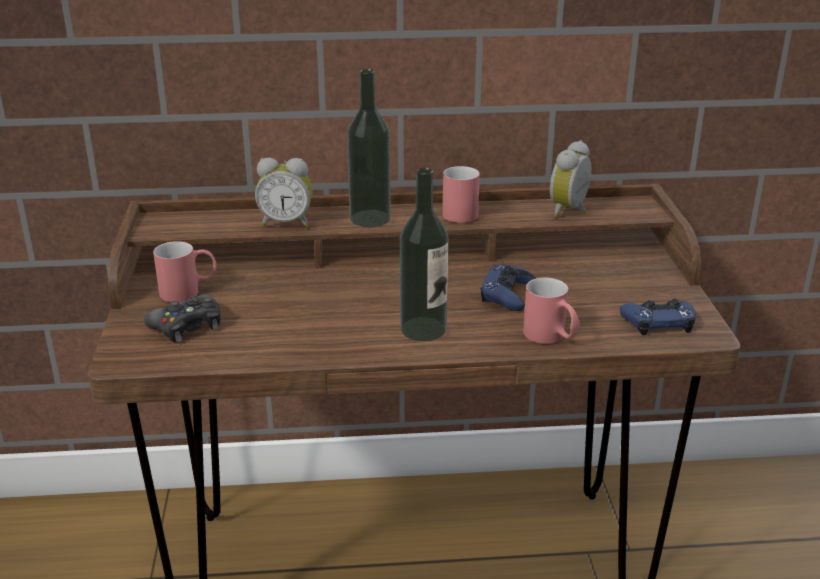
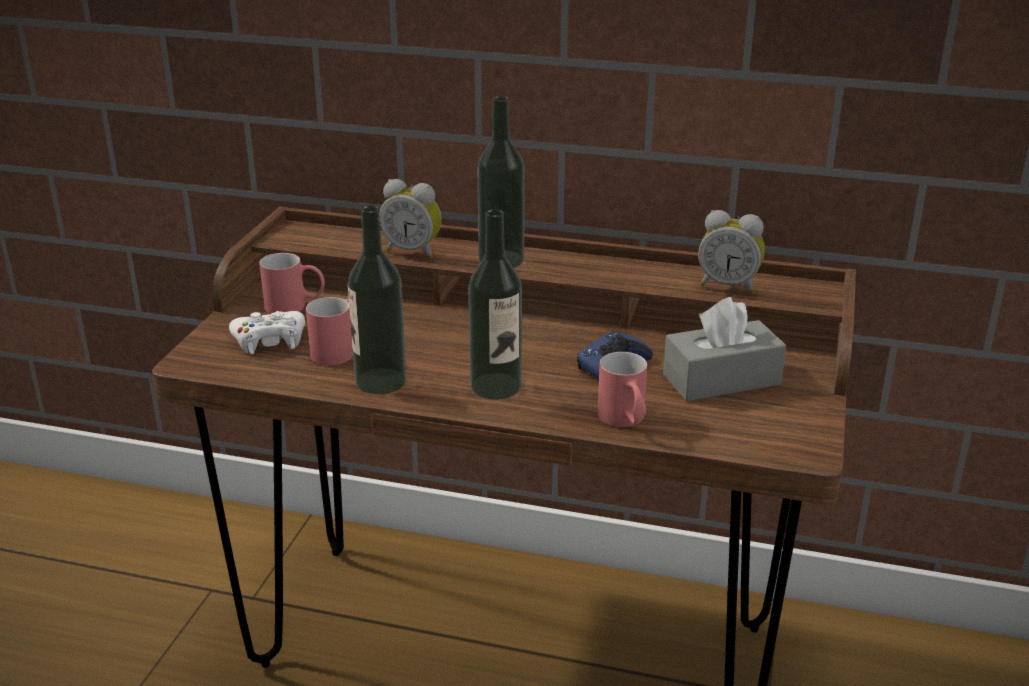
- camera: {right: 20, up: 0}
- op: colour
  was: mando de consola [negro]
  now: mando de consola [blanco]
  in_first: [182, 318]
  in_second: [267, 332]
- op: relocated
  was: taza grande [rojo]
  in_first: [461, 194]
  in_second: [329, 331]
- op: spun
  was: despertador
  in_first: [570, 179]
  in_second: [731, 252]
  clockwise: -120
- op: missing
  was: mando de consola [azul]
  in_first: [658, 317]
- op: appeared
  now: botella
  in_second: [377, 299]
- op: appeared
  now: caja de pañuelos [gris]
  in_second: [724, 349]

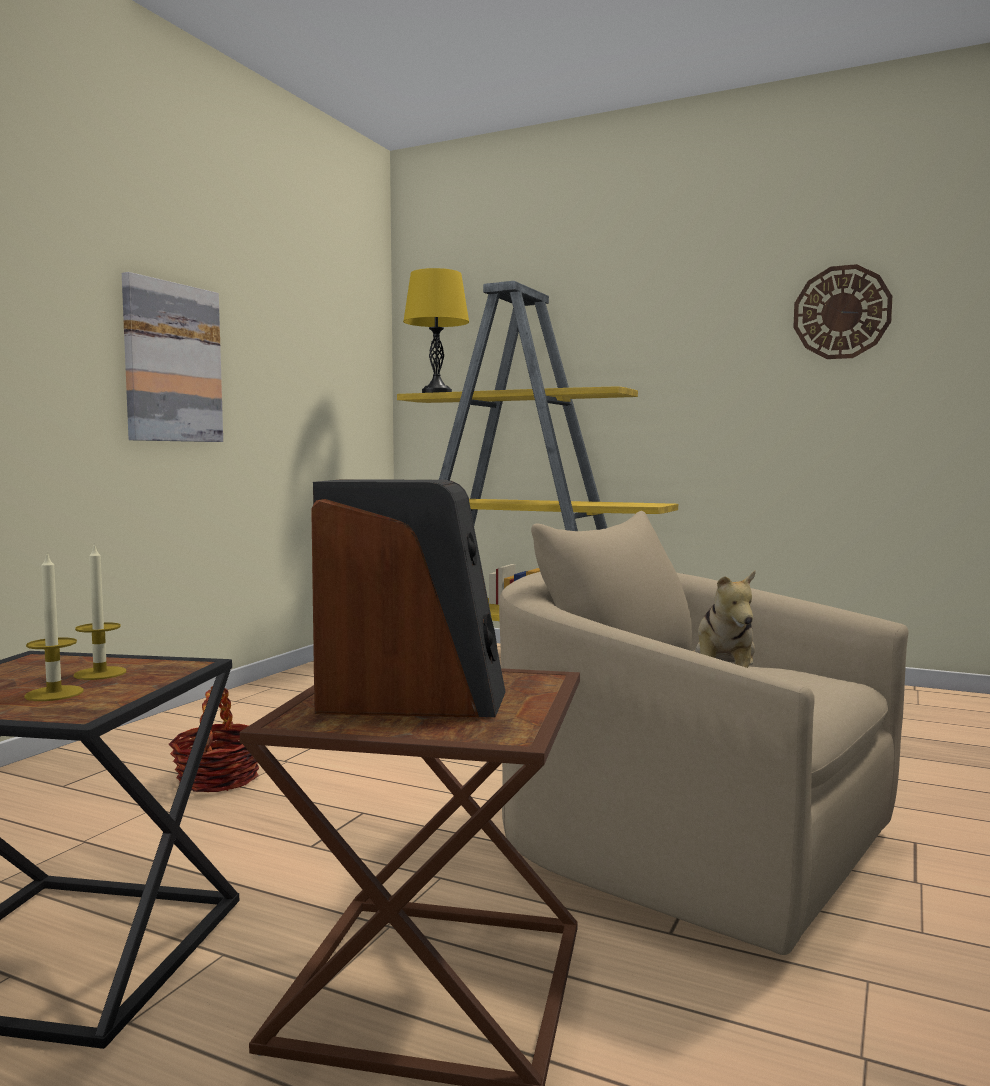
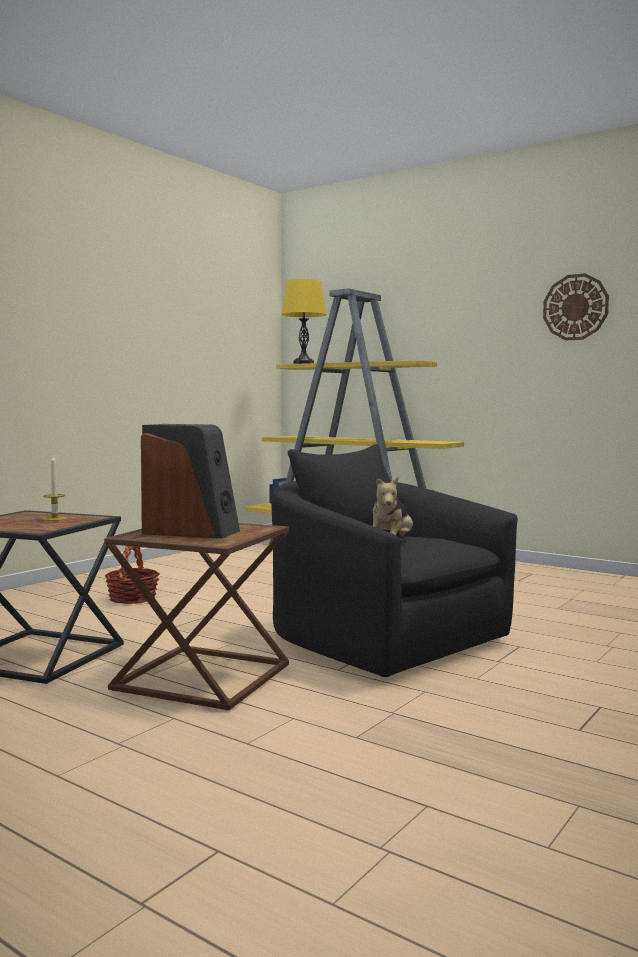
- camera: {right: 10, up: 0}
- op: missing
  was: vela
  in_first: [54, 626]
- op: missing
  was: cuadro
  in_first: [172, 357]
- op: colour
  was: sillón [beis]
  now: sillón [negro]
  in_first: [703, 733]
  in_second: [394, 560]

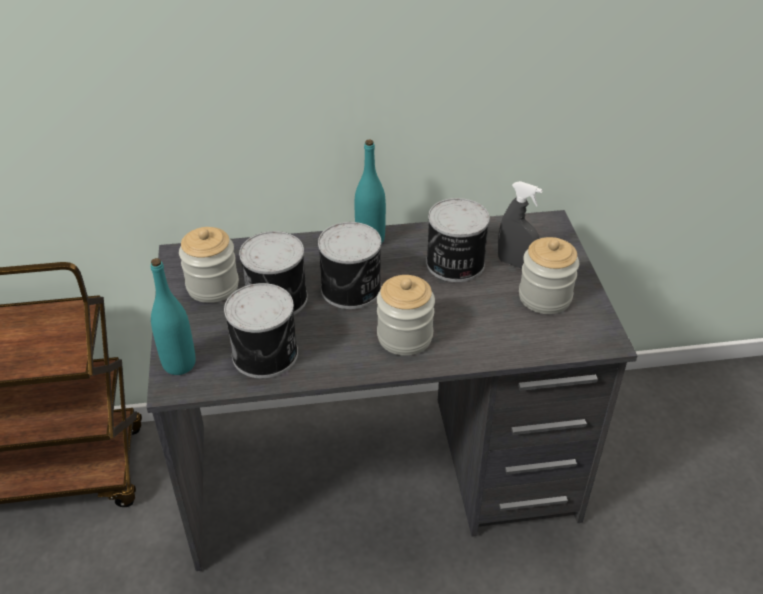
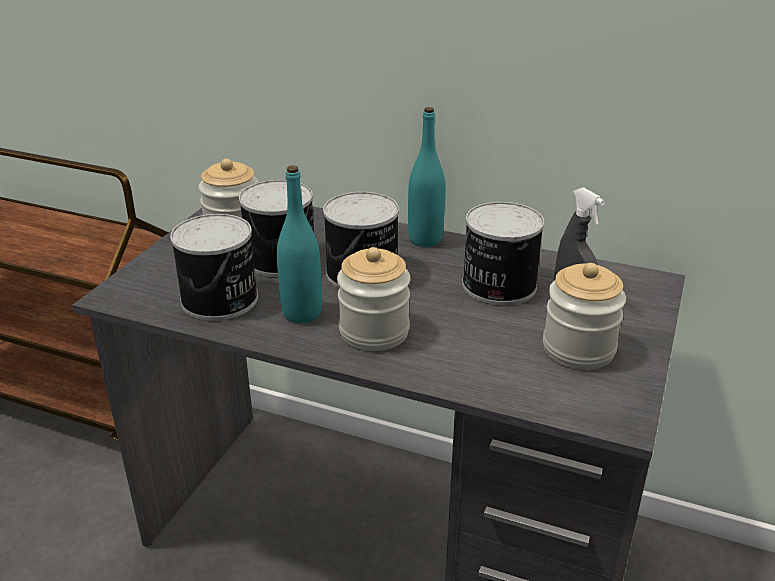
- camera: {right: 30, up: -10}
- op: relocated
  was: botella [turquesa]
  in_first: [173, 316]
  in_second: [299, 244]

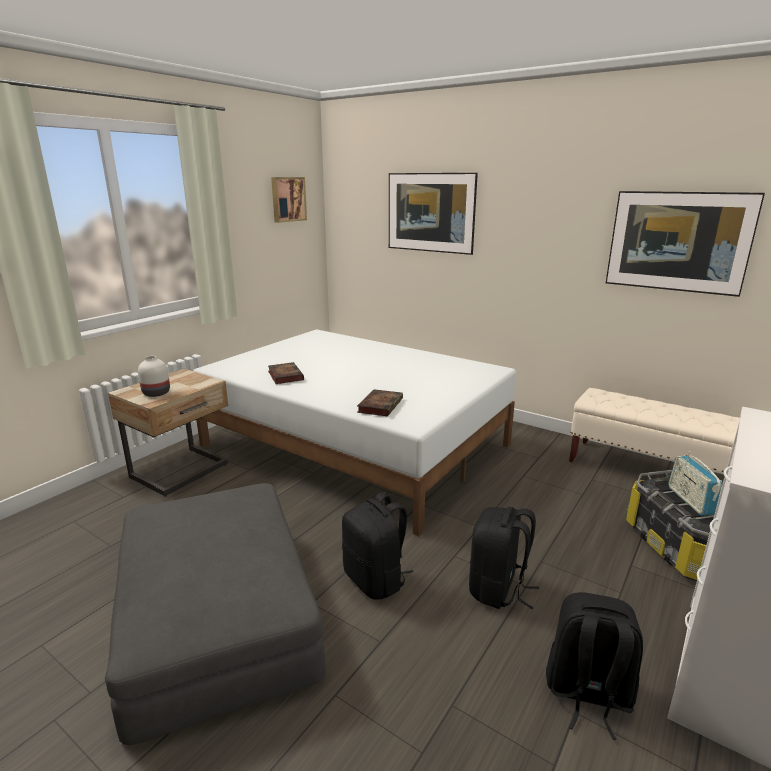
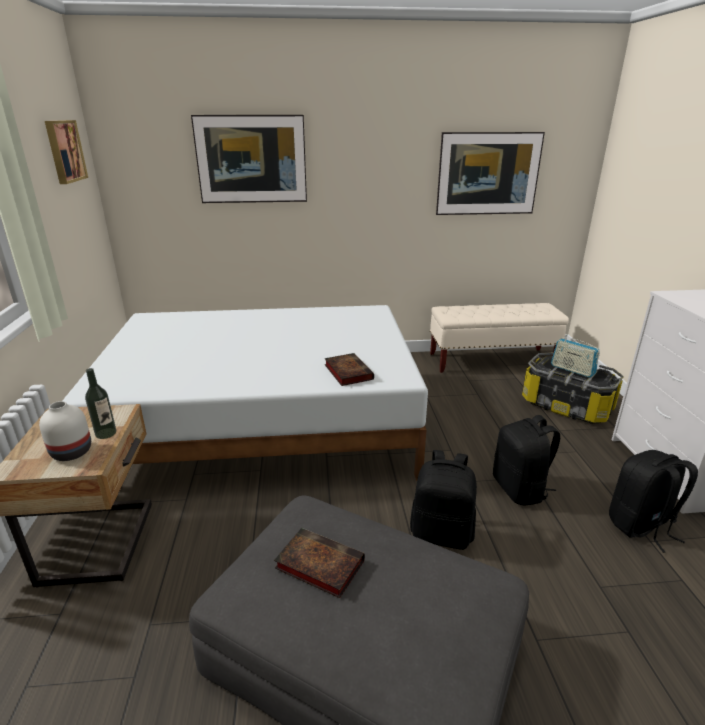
- camera: {right: -40, up: 5}
- op: relocated
  was: libro
  in_first: [286, 373]
  in_second: [319, 563]
- op: appeared
  now: botella
  in_second: [100, 403]

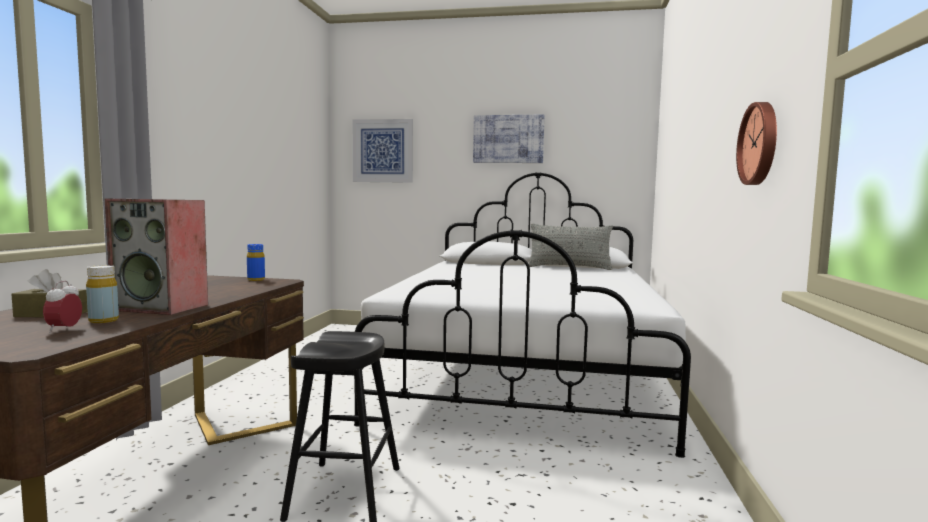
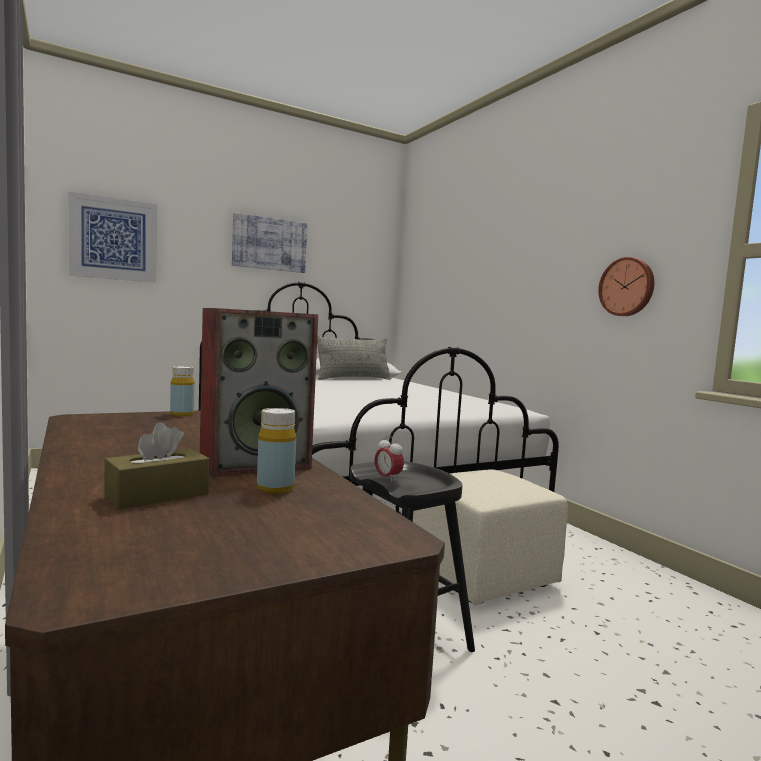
- camera: {right: -40, up: 0}
- op: relocated
  was: despertador
  in_first: [62, 307]
  in_second: [389, 459]
- op: colour
  was: botella [azul]
  now: botella [amarillo]
  in_first: [256, 262]
  in_second: [182, 391]
- op: appeared
  now: puf [beis]
  in_second: [490, 537]

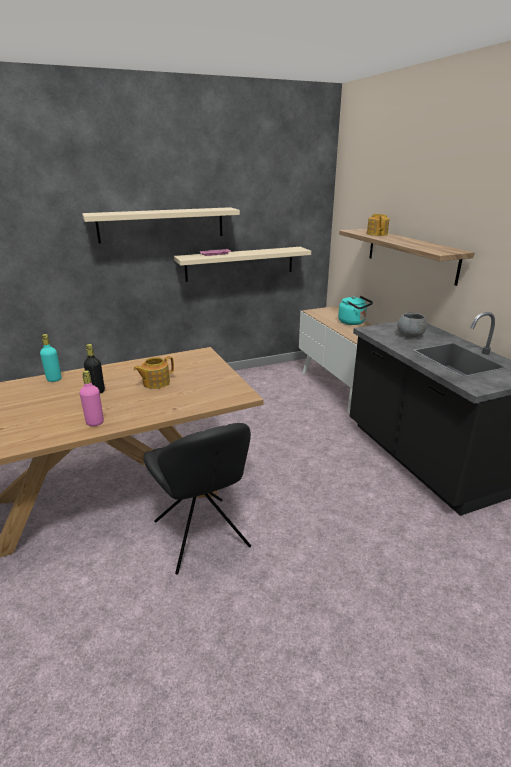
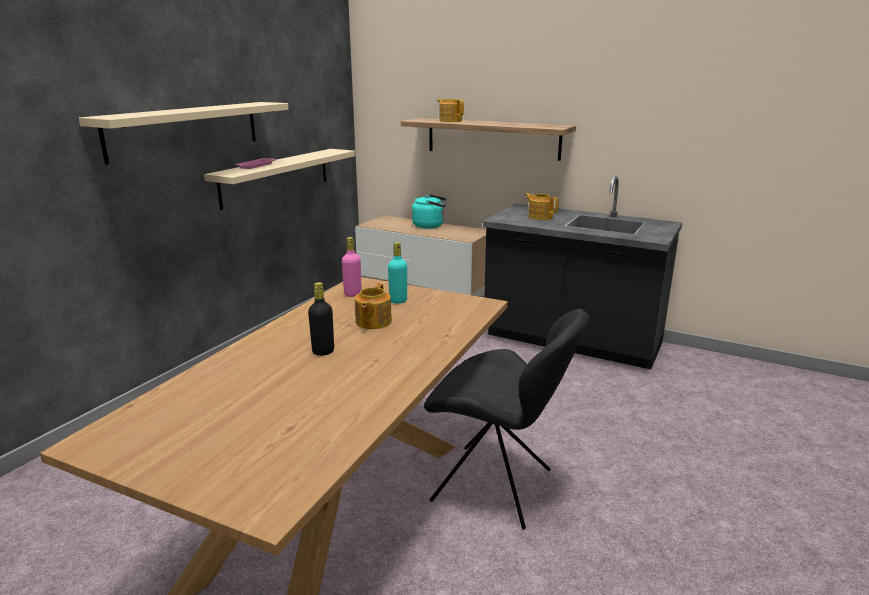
- camera: {right: -40, up: -5}
- op: relocated
  was: botella [turquesa]
  in_first: [51, 358]
  in_second: [397, 273]
- op: relocated
  was: botella [rosa]
  in_first: [92, 398]
  in_second: [352, 267]
- op: exchanged
  was: cuenco [gris]
  now: tetera
  in_first: [412, 325]
  in_second: [541, 206]

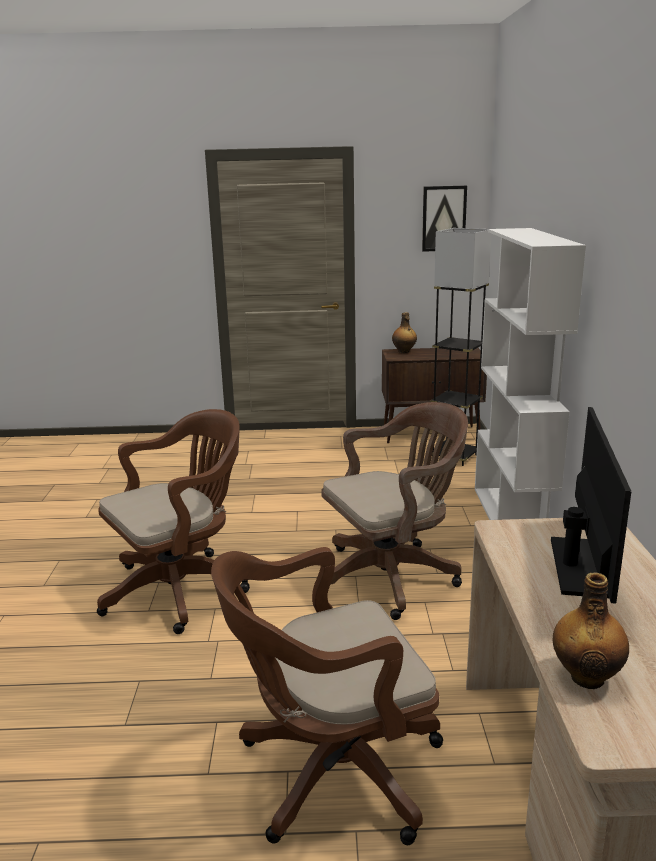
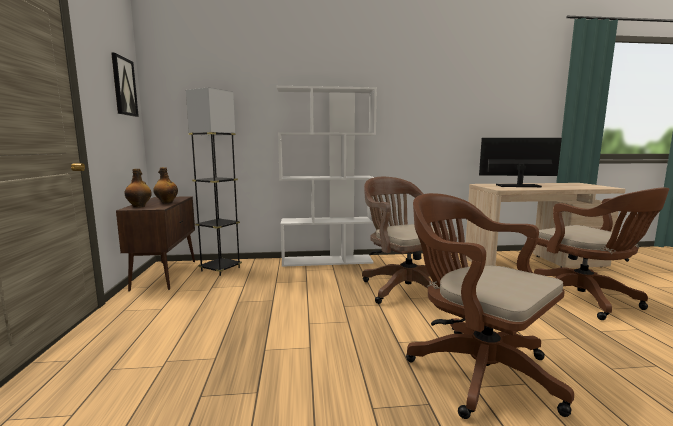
- camera: {right: -95, up: -10}
- op: relocated
  was: botella
  in_first: [591, 630]
  in_second: [165, 185]

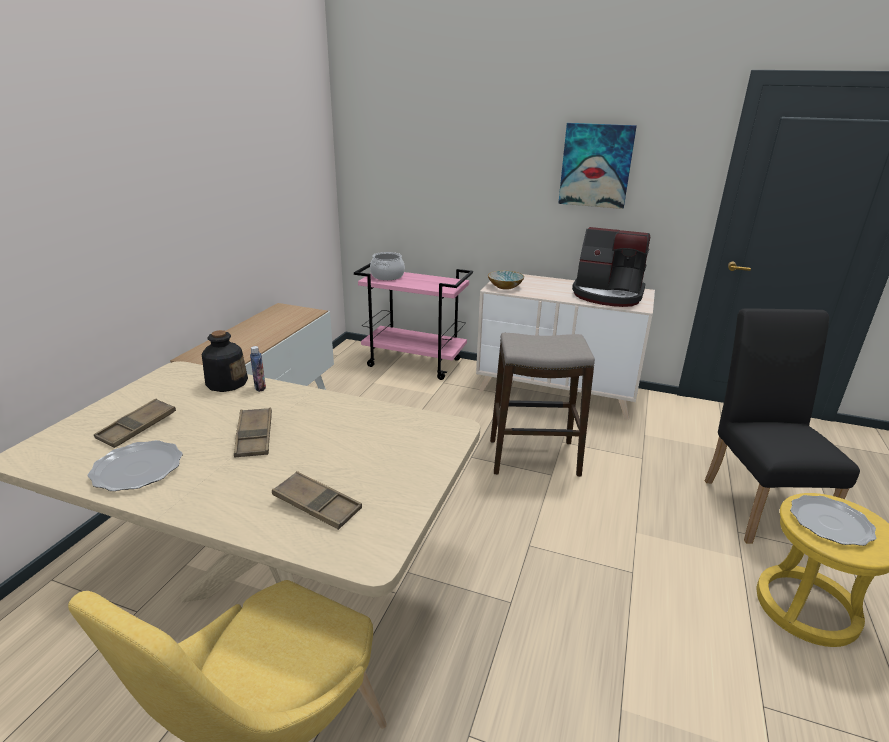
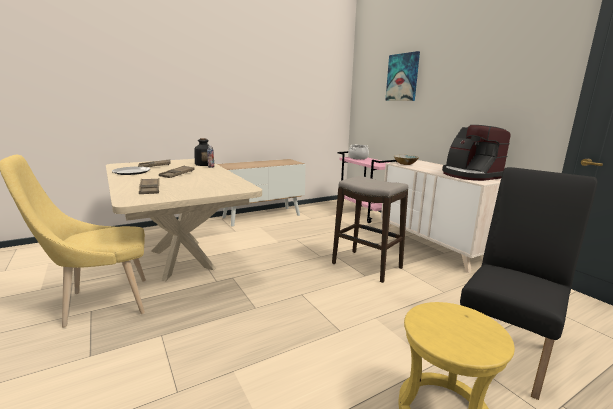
- camera: {right: 40, up: -10}
- op: relocated
  was: cuadro
  in_first: [597, 166]
  in_second: [402, 76]
- op: missing
  was: plato
  in_first: [833, 520]

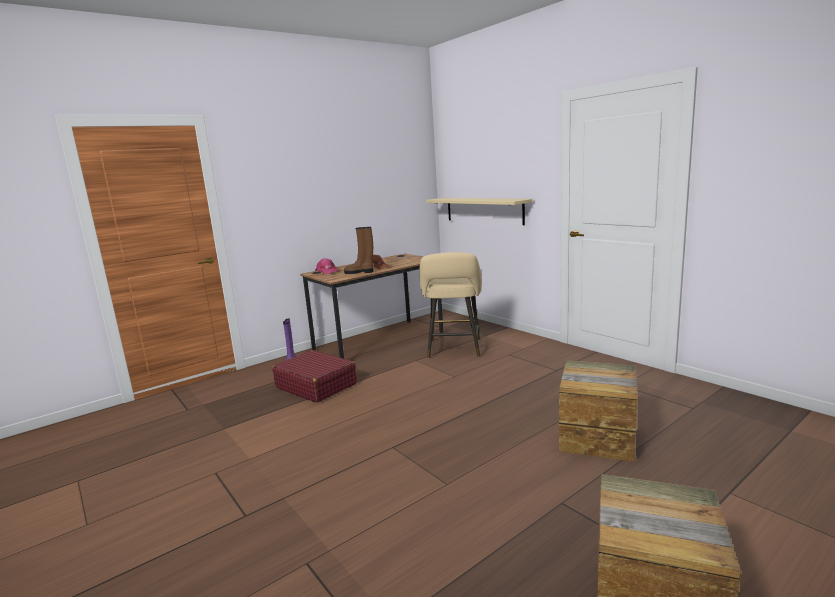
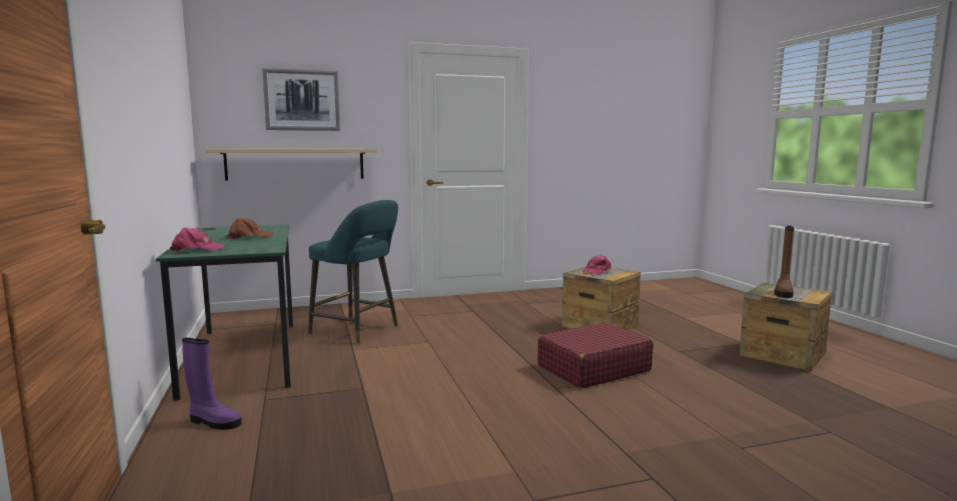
- camera: {right: -70, up: -5}
- op: relocated
  was: maleta [rojo]
  in_first: [314, 376]
  in_second: [595, 355]
- op: colour
  was: escritorio [marrón]
  now: escritorio [verde]
  in_first: [371, 306]
  in_second: [224, 312]
- op: relocated
  was: bota [marrón]
  in_first: [359, 250]
  in_second: [784, 262]
- op: colour
  was: taburete [beis]
  now: taburete [turquesa]
  in_first: [450, 305]
  in_second: [353, 272]
- op: appeared
  now: cuadro
  in_second: [301, 99]
- op: appeared
  now: gorra [rosa]
  in_second: [596, 264]

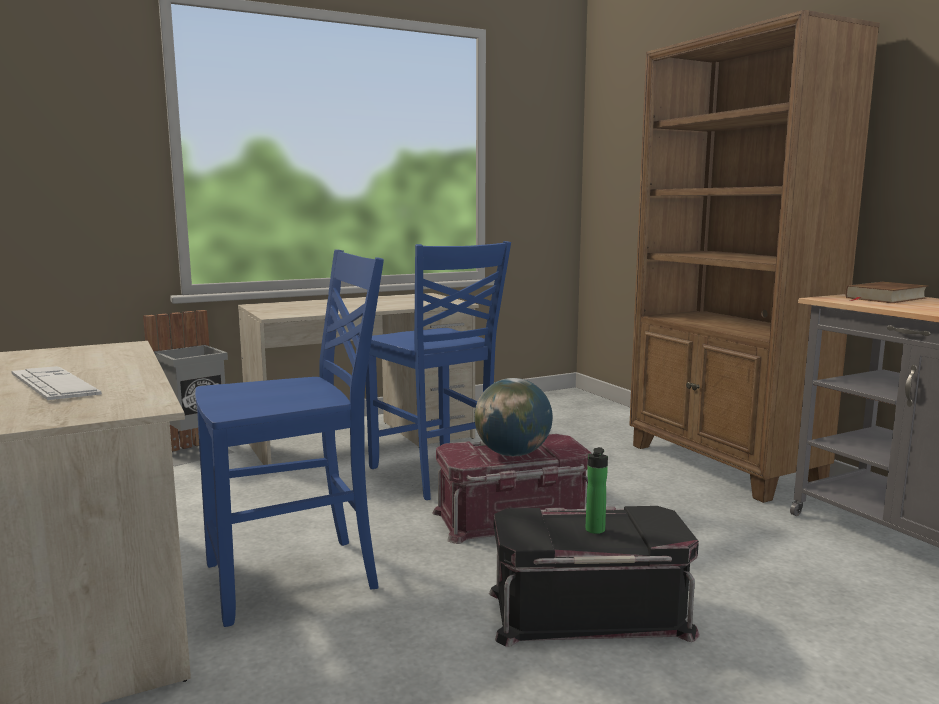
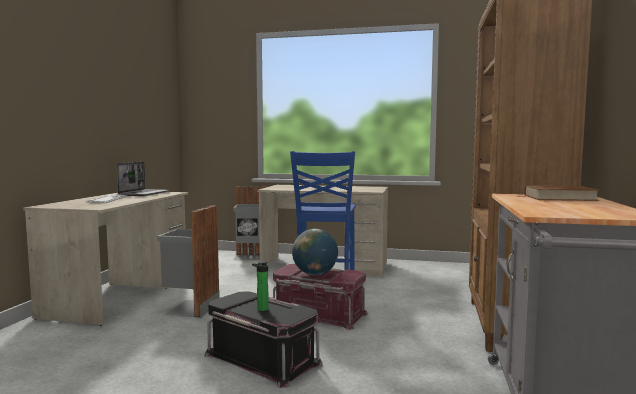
- camera: {right: 40, up: -5}
- op: exchanged
  was: silla [azul]
  now: papelera [gris]
  in_first: [289, 438]
  in_second: [188, 261]
- op: appeared
  now: portátil
  in_second: [143, 179]

